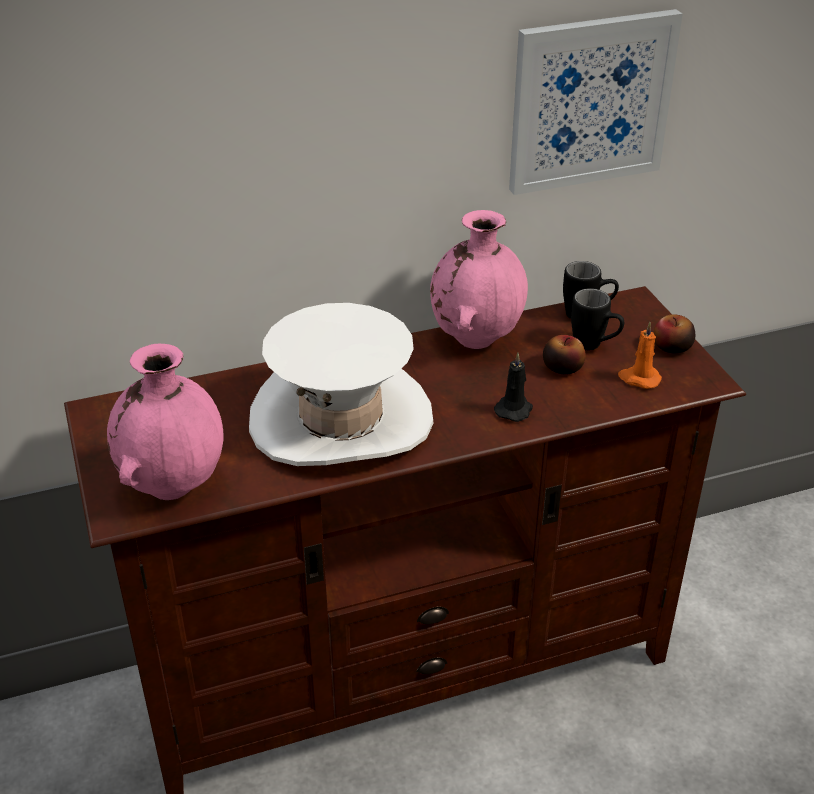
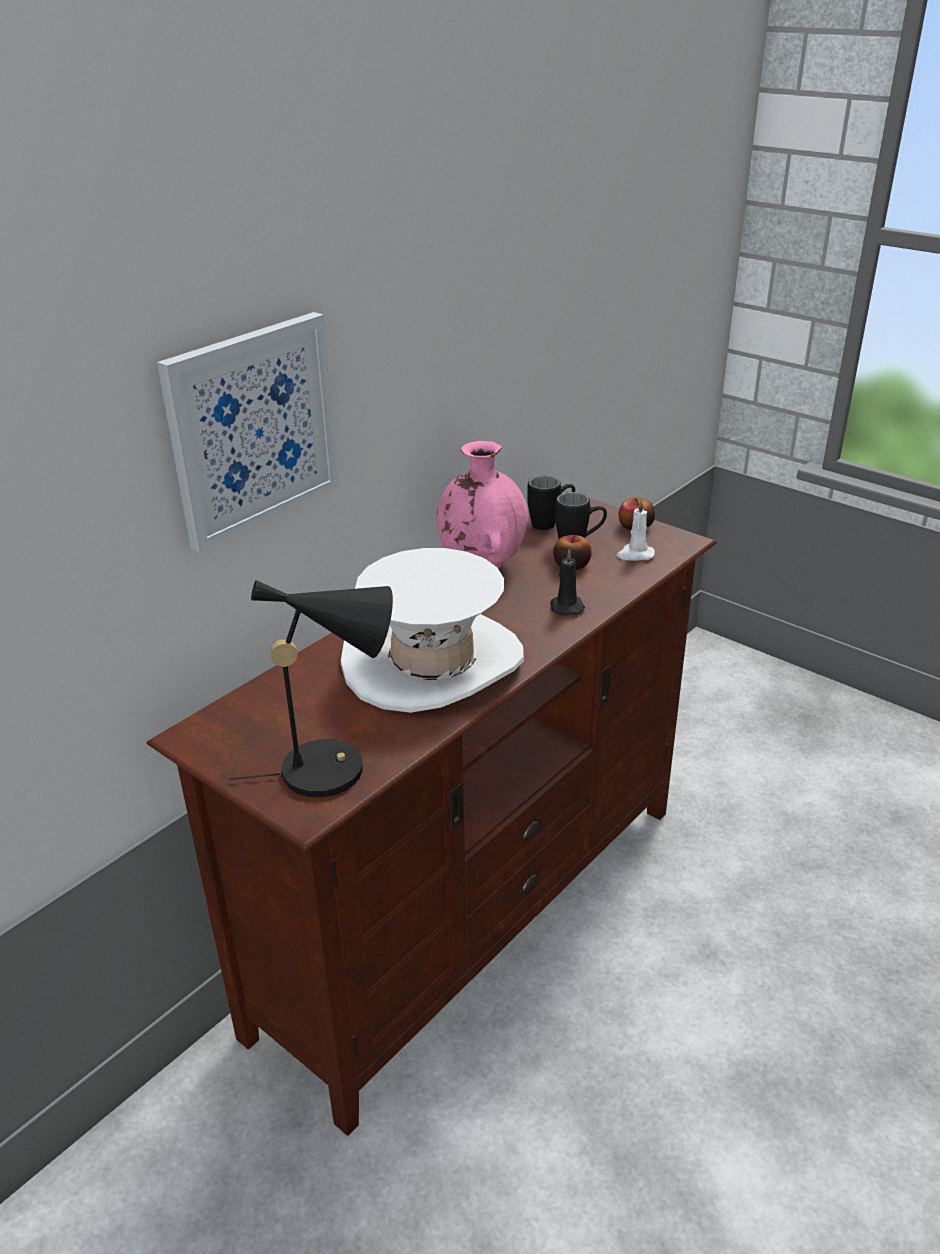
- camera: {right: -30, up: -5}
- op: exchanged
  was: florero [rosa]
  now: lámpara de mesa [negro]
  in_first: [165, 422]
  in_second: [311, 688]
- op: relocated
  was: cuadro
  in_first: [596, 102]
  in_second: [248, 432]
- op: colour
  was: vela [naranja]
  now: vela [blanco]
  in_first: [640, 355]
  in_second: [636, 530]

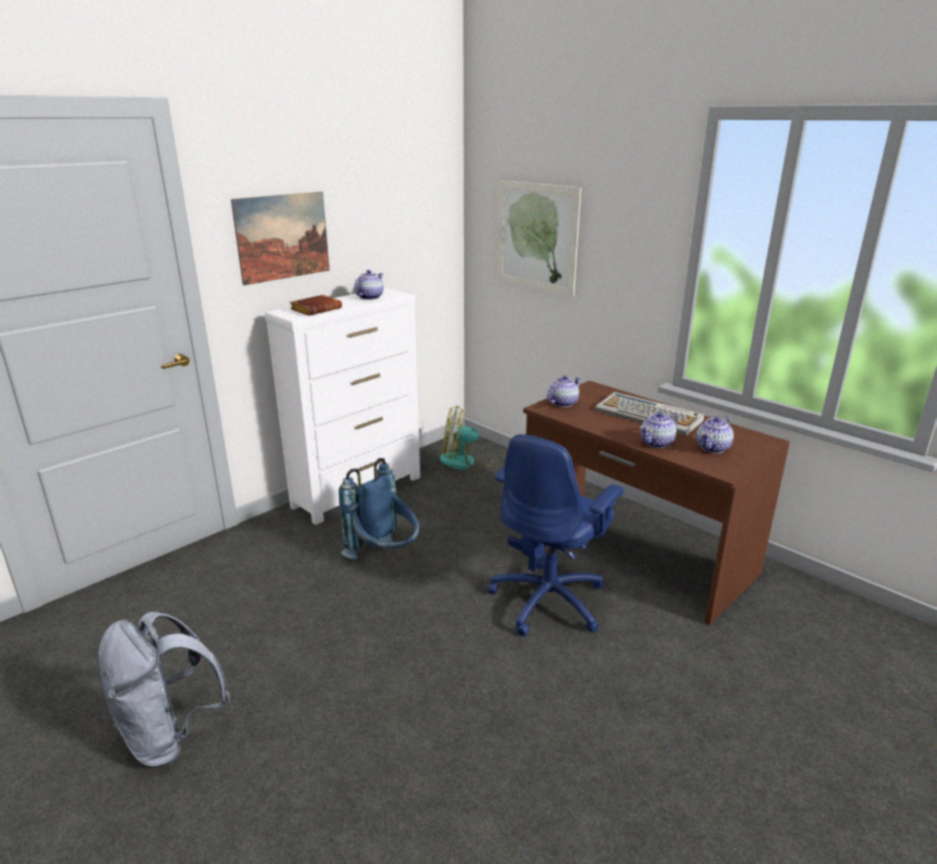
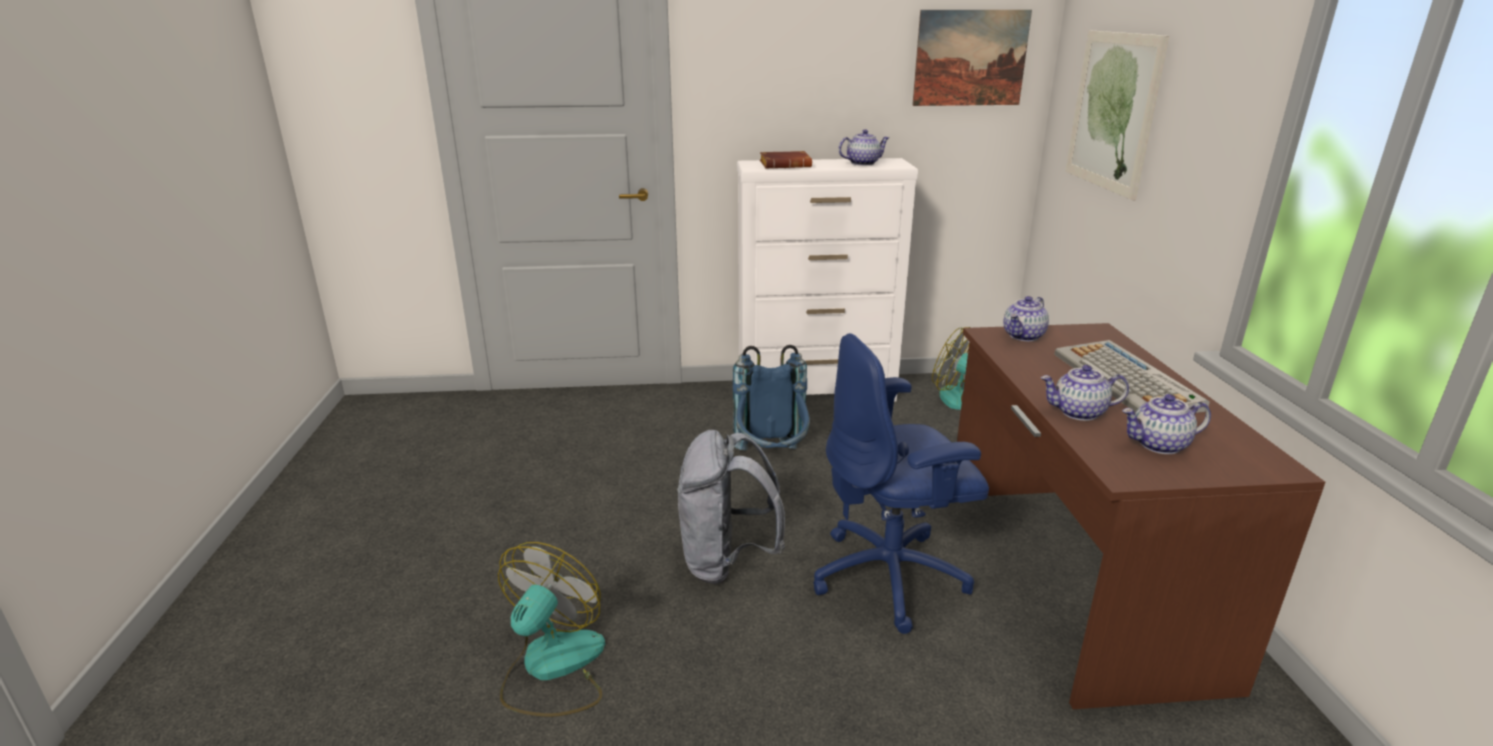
- camera: {right: 40, up: 0}
- op: relocated
  was: mochila [gris]
  in_first: [163, 689]
  in_second: [731, 507]
- op: relocated
  was: cuadro
  in_first: [280, 238]
  in_second: [972, 58]
- op: spun
  was: tetera
  in_first: [564, 391]
  in_second: [1026, 318]
  clockwise: 135
- op: appeared
  now: ventilador
  in_second: [551, 629]

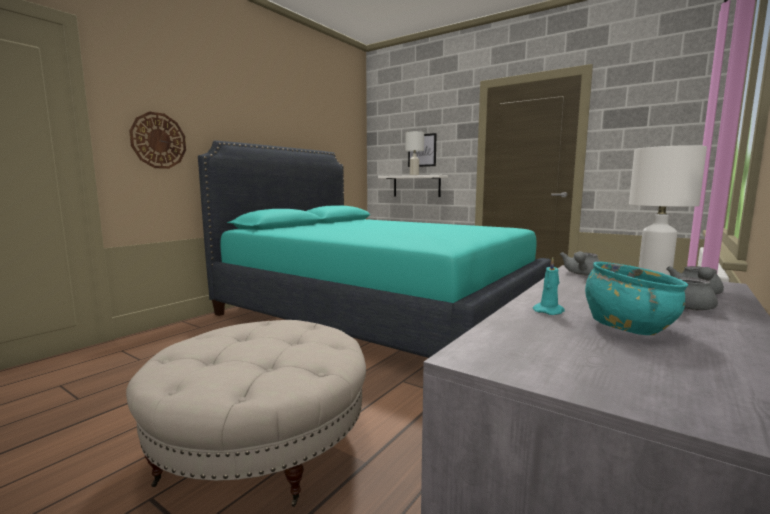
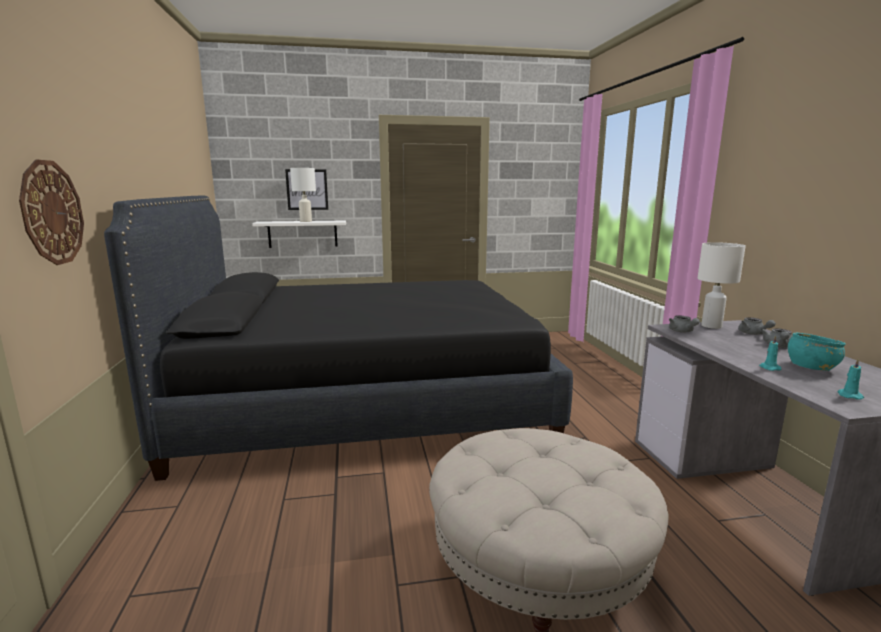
- camera: {right: -45, up: 5}
- op: colour
  was: cama [turquesa]
  now: cama [negro]
  in_first: [374, 249]
  in_second: [338, 338]
- op: appeared
  now: vela [turquesa]
  in_second: [851, 379]

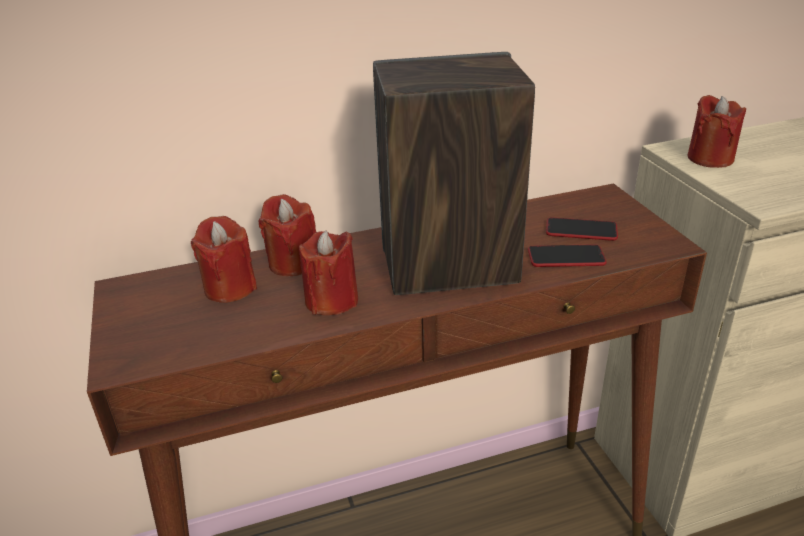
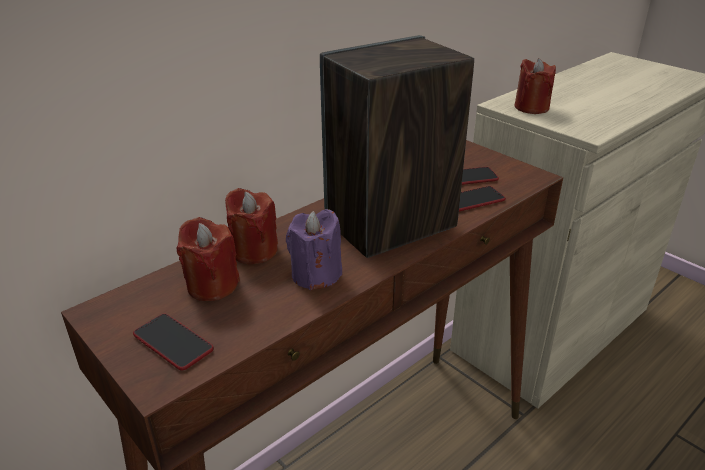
- camera: {right: -25, up: 0}
- op: colour
  was: vela [rojo]
  now: vela [morado]
  in_first: [328, 273]
  in_second: [314, 249]
- op: appeared
  now: móvil
  in_second: [173, 342]

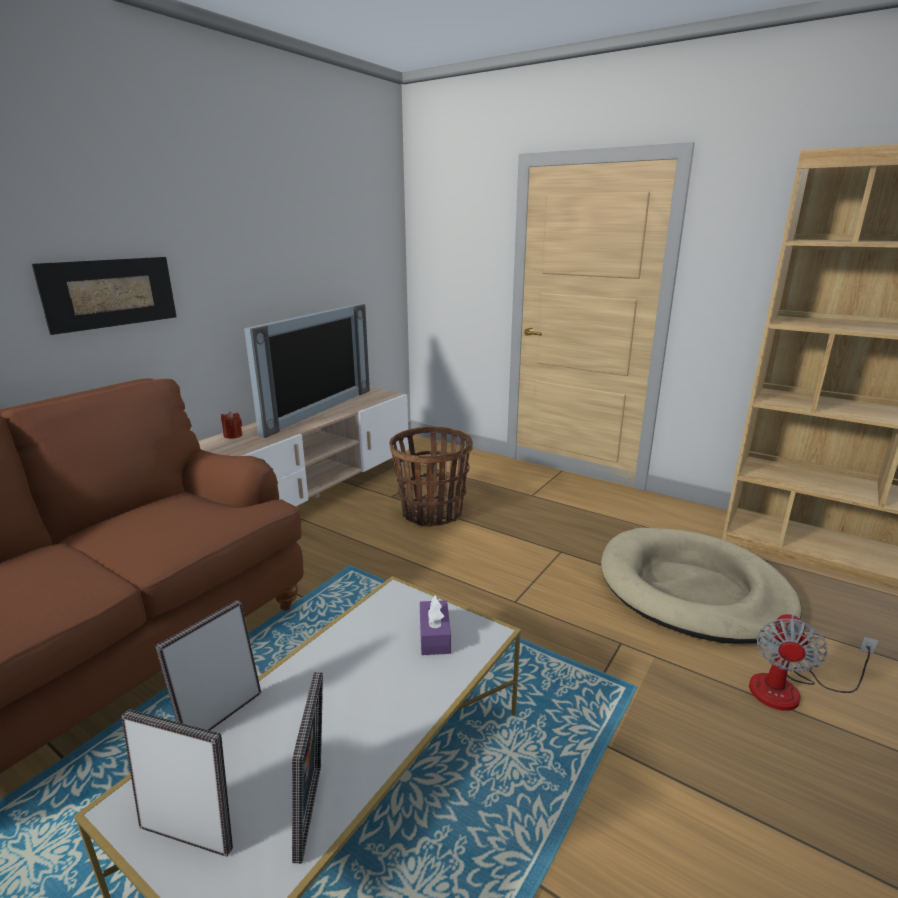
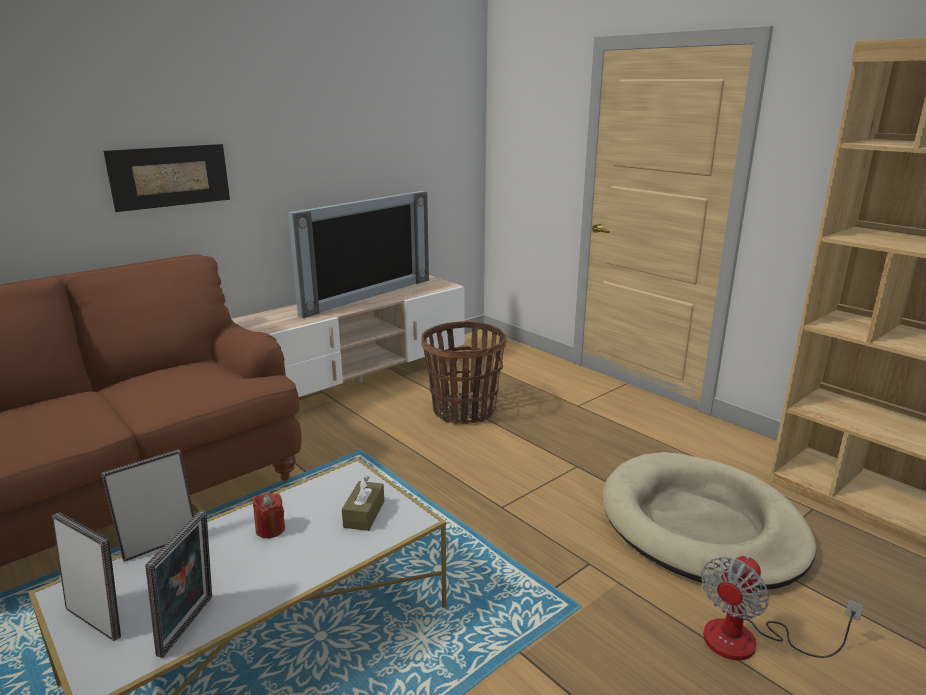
- camera: {right: 15, up: 0}
- op: relocated
  was: vela [rojo]
  in_first: [231, 425]
  in_second: [268, 515]
- op: colour
  was: caja de pañuelos [morado]
  now: caja de pañuelos [marrón]
  in_first: [435, 625]
  in_second: [363, 503]

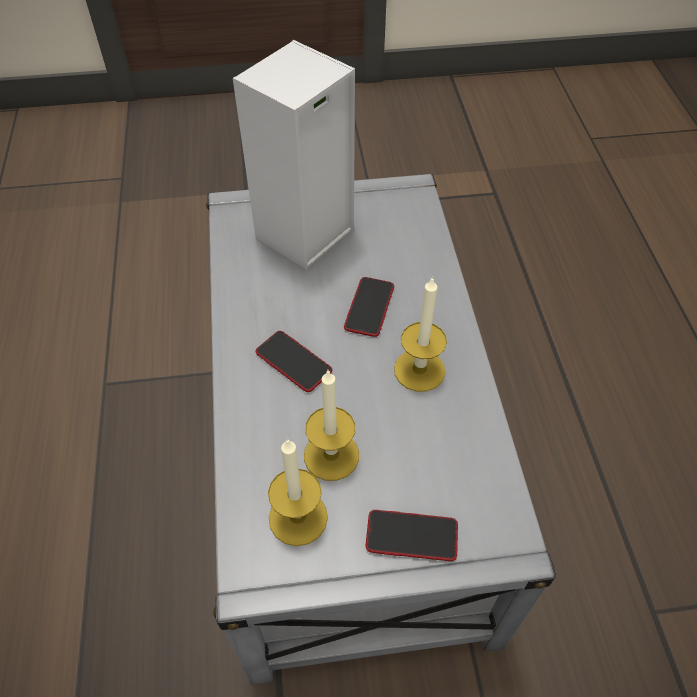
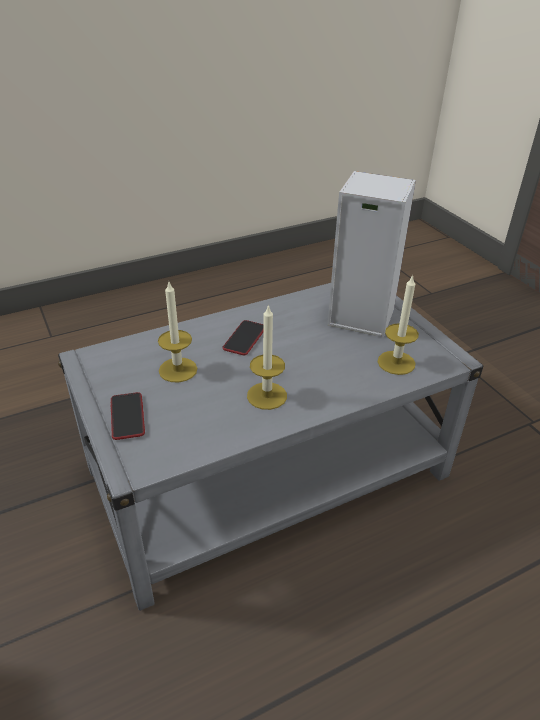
- camera: {right: 70, up: -15}
- op: relocated
  was: vela
  in_first: [298, 492]
  in_second: [398, 324]
- op: missing
  was: móvil
  in_first: [369, 307]

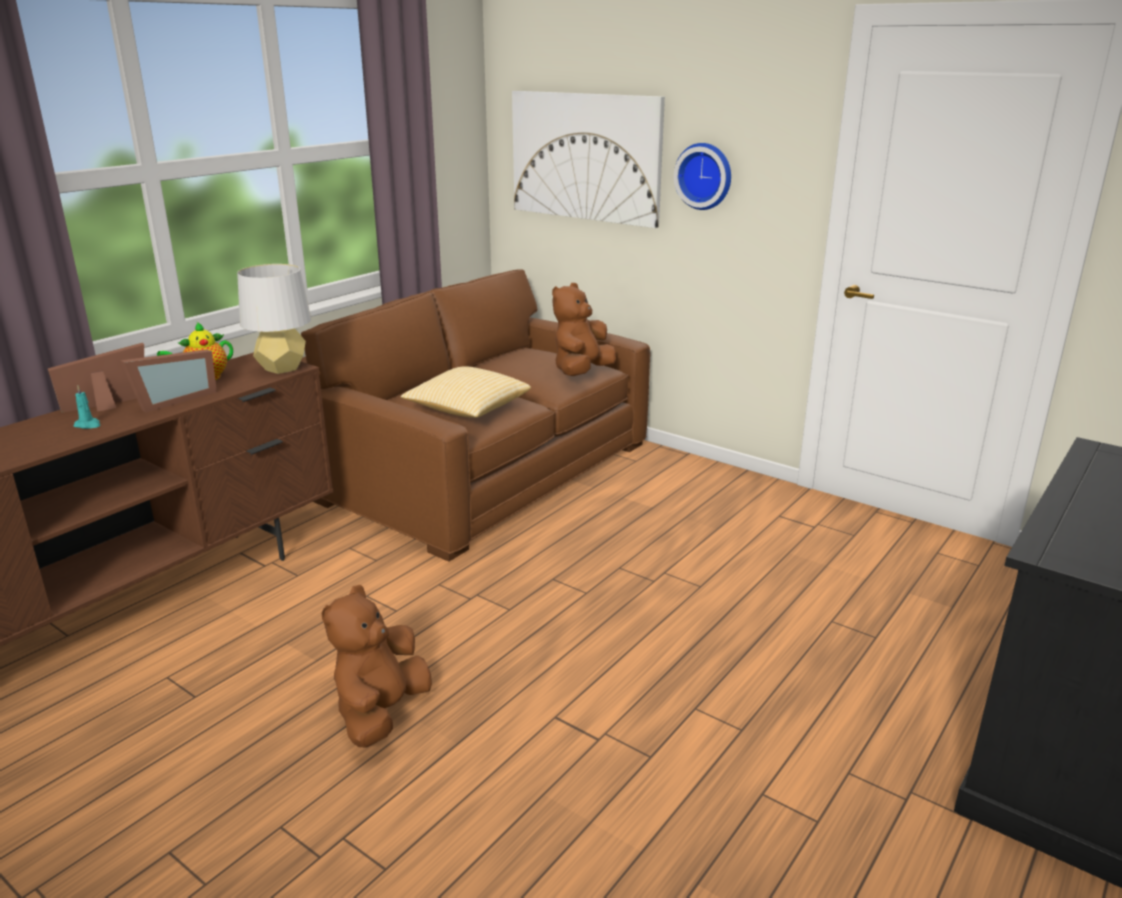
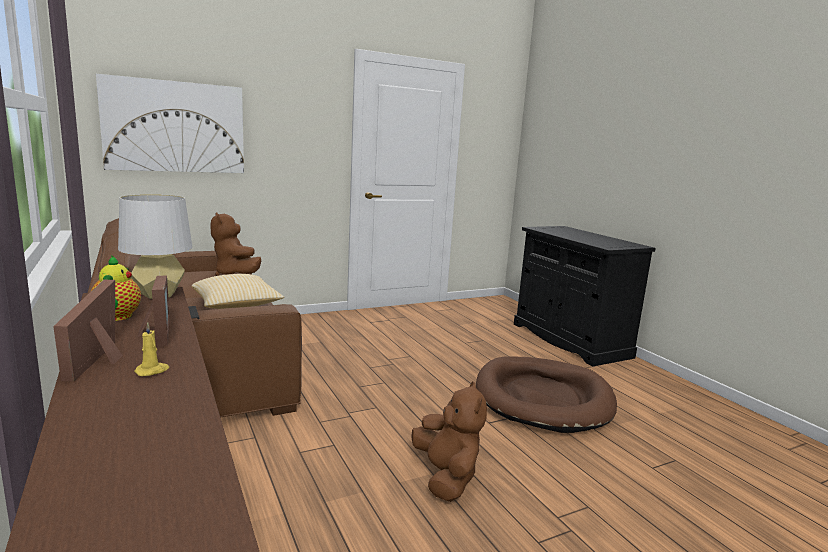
- camera: {right: -65, up: -10}
- op: colour
  was: vela [turquesa]
  now: vela [amarillo]
  in_first: [86, 407]
  in_second: [151, 349]
- op: spun
  was: peluche [marrón]
  in_first: [377, 666]
  in_second: [449, 441]
  clockwise: -150
- op: missing
  was: reloj de pared
  in_first: [702, 176]
- op: appeared
  now: cama para perro [marrón]
  in_second: [546, 395]

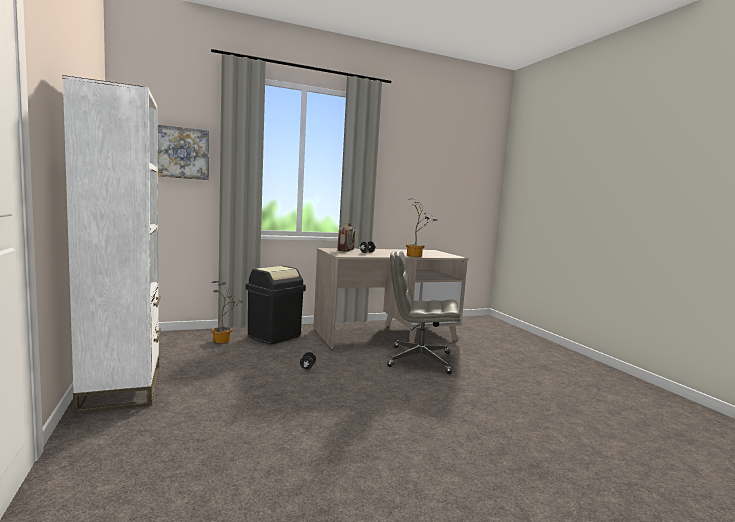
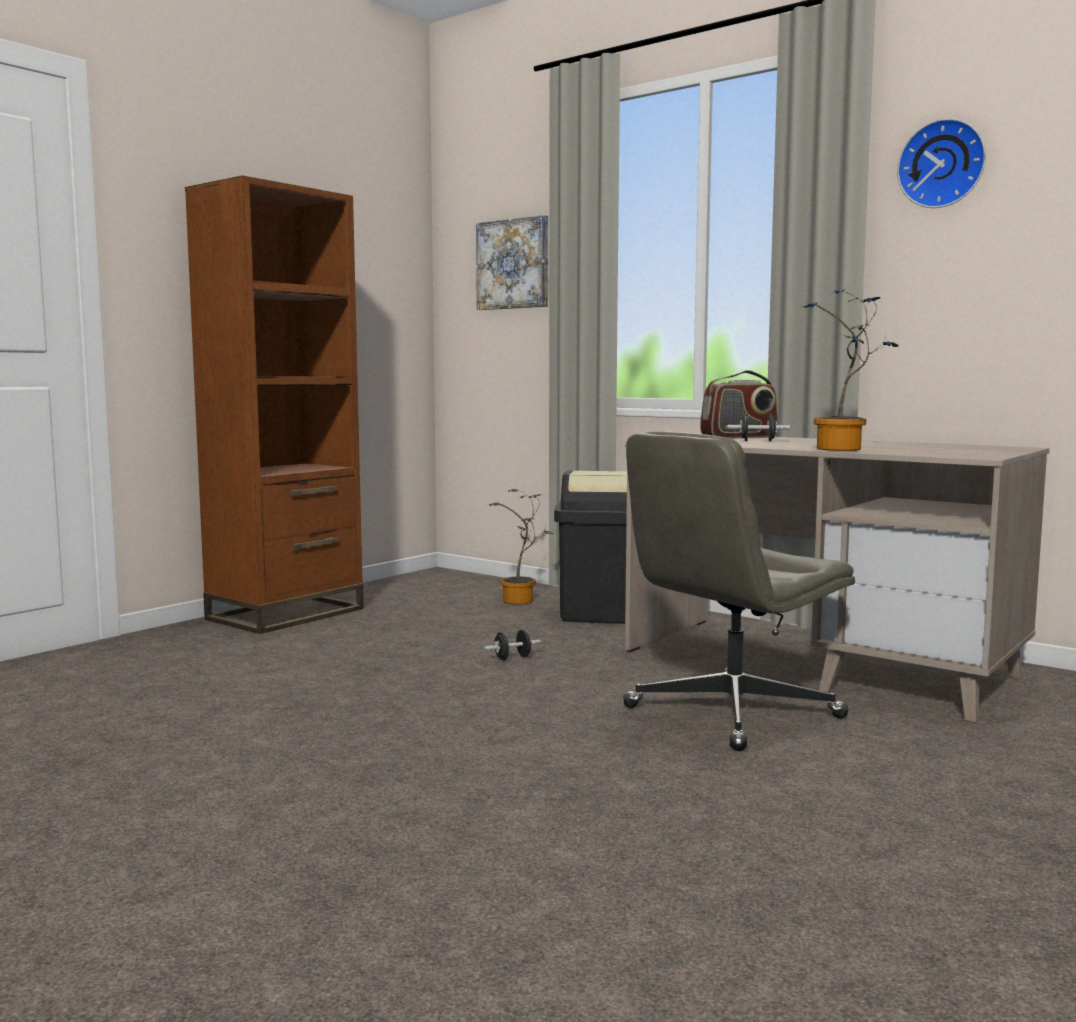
- camera: {right: 60, up: 0}
- op: colour
  was: estantería [blanco]
  now: estantería [marrón]
  in_first: [111, 244]
  in_second: [274, 404]
- op: spun
  was: silla de oficina [gris]
  in_first: [423, 312]
  in_second: [739, 591]
  clockwise: -105
- op: appeared
  now: reloj de pared
  in_second: [941, 163]

